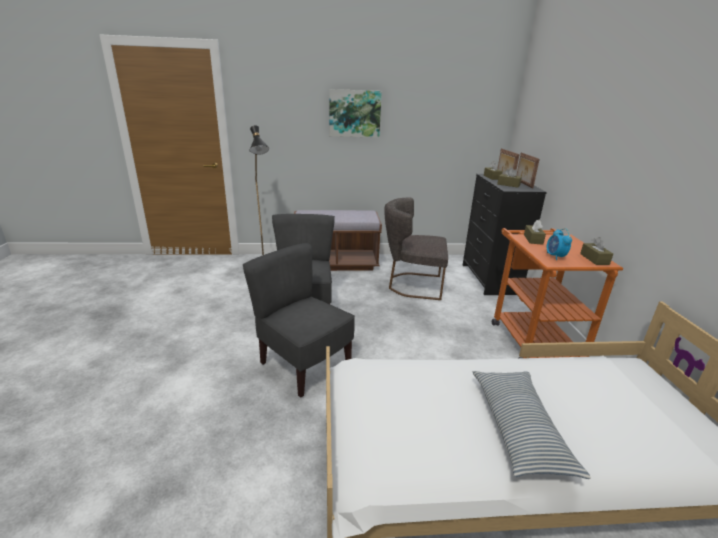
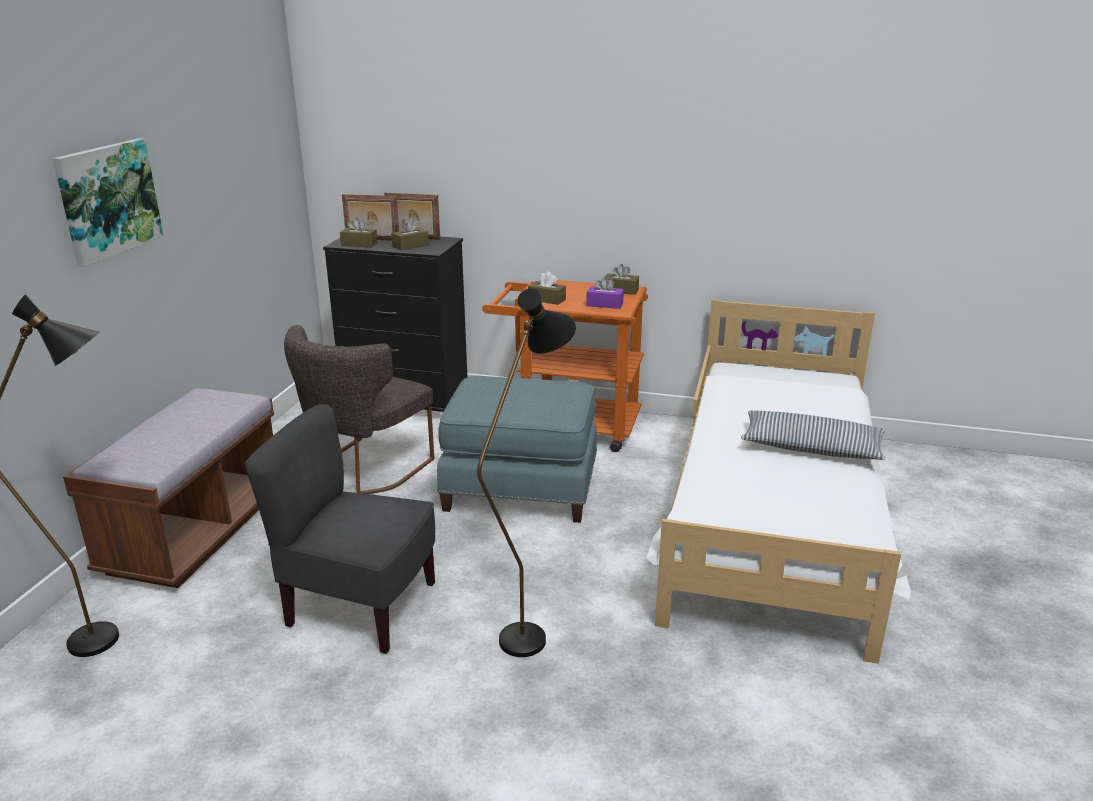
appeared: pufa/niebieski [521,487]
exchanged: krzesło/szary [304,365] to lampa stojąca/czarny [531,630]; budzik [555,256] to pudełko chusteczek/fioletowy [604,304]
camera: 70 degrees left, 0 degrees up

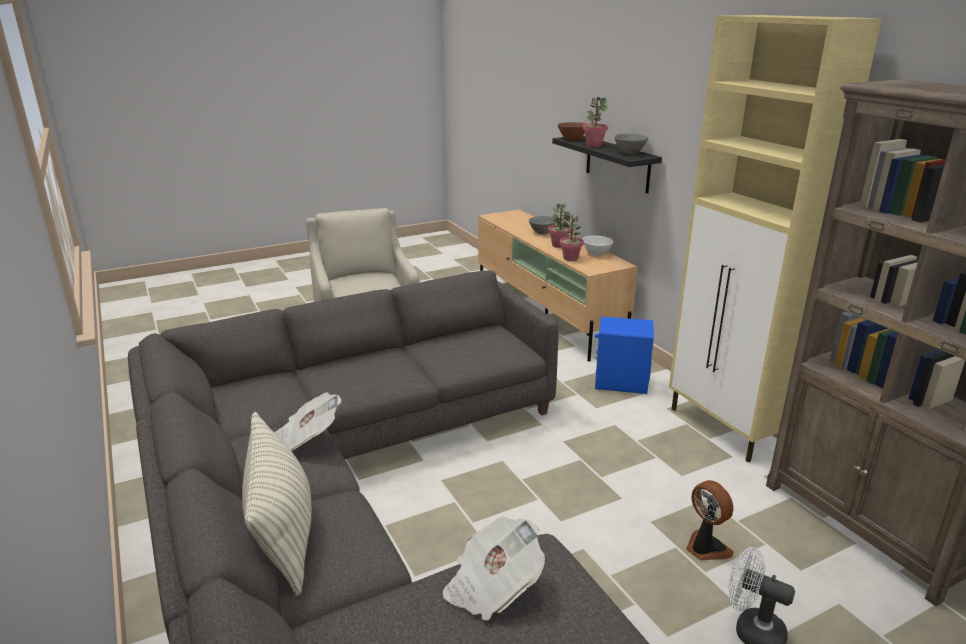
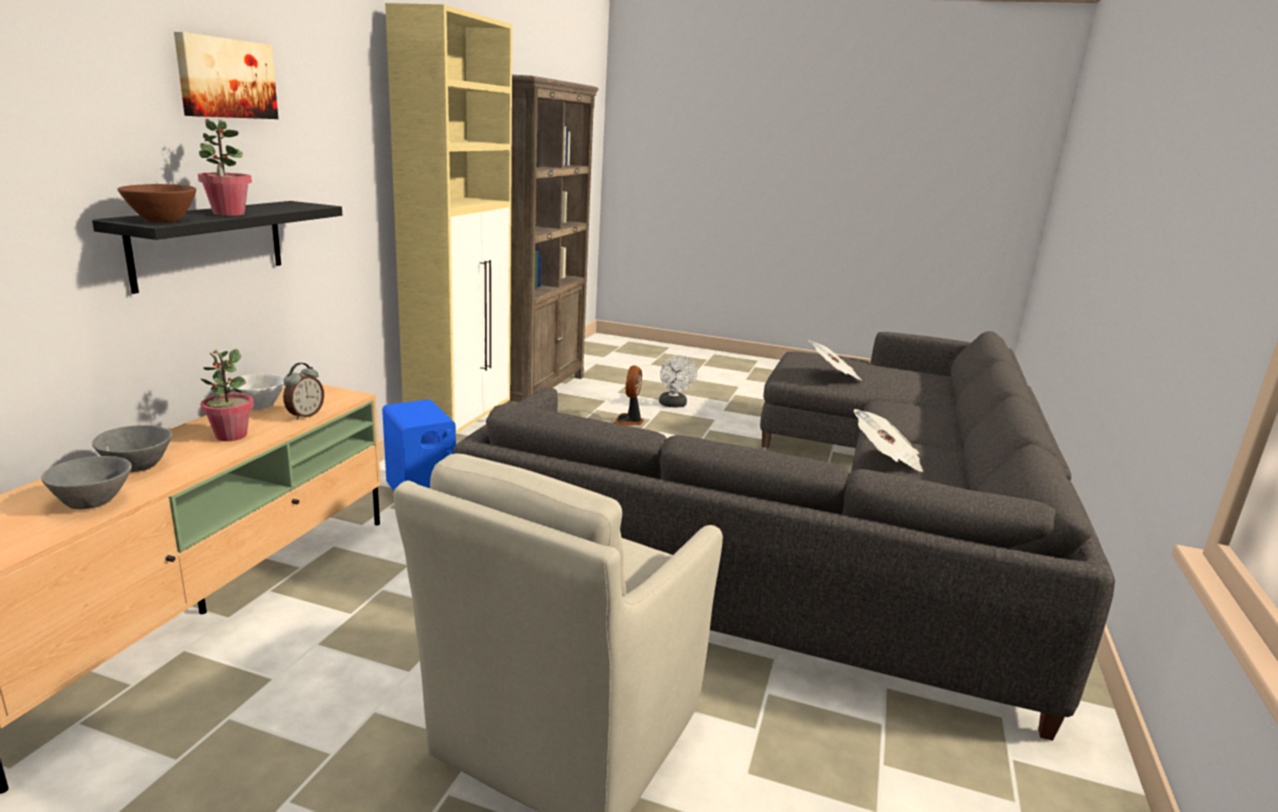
missing: poduszka [283,533]
appeared: obraz [225,78]
relocated: miska/szary [629,153] to [95,501]
exchanged: roślina doniczkowa [570,258] to budzik [304,415]
camera: 135 degrees left, 5 degrees down

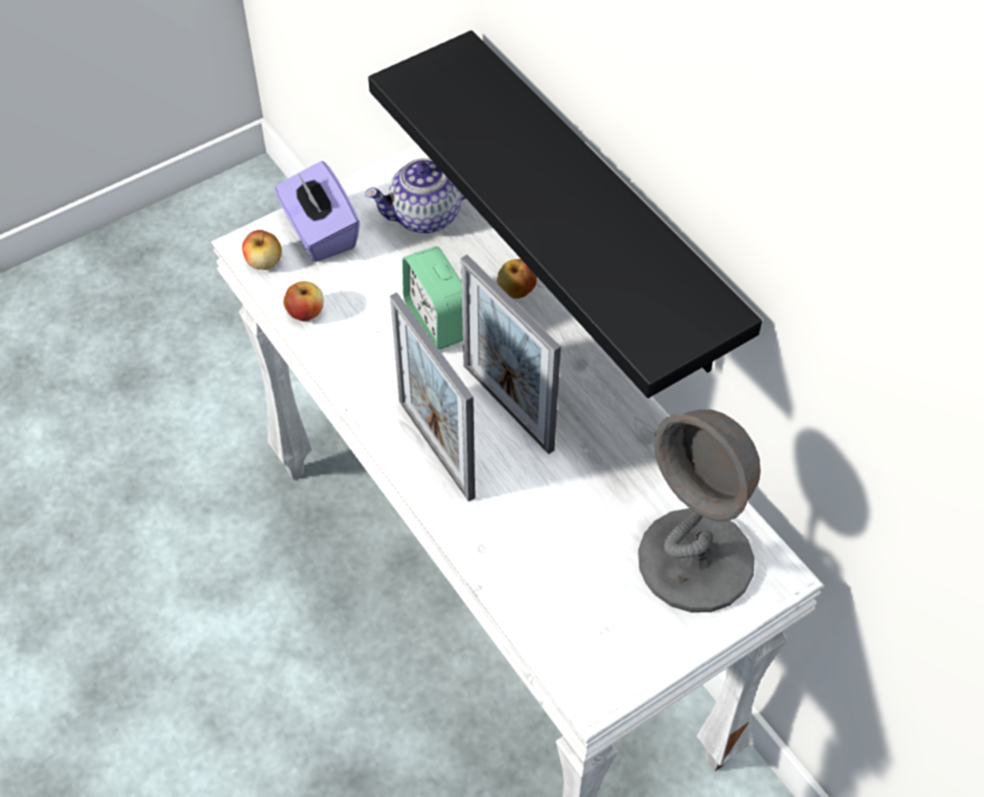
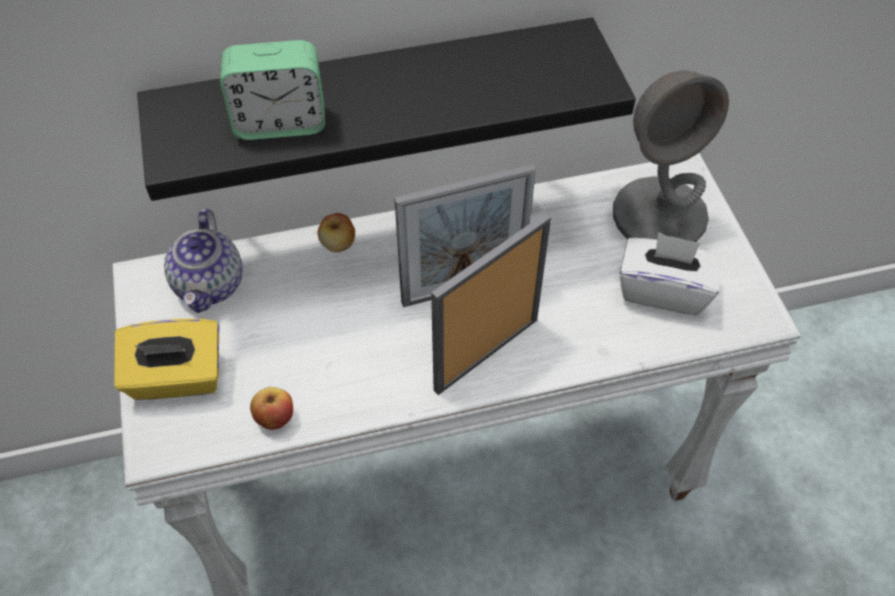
missing: jabłko [264,262]
appeared: pudełko chusteczek/biały [663,290]
relocated: budzik [437,322] to [280,123]
colour: pudełko chusteczek/fioletowy [319,232] to pudełko chusteczek/żółty [177,378]
spun: ramka na zdjęcie [436,449] = [486,354] 150 degrees clockwise
camera: 70 degrees left, 0 degrees up

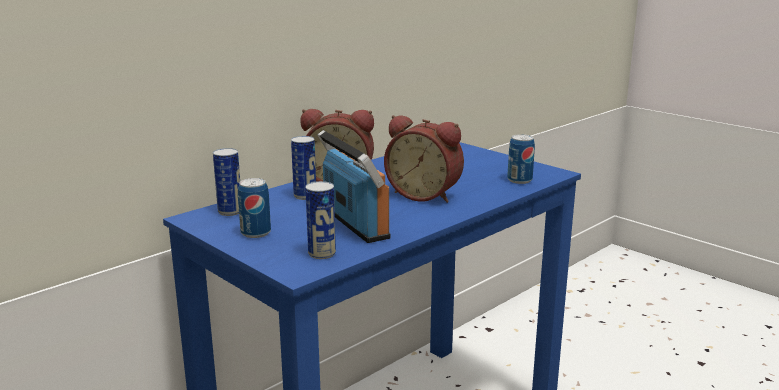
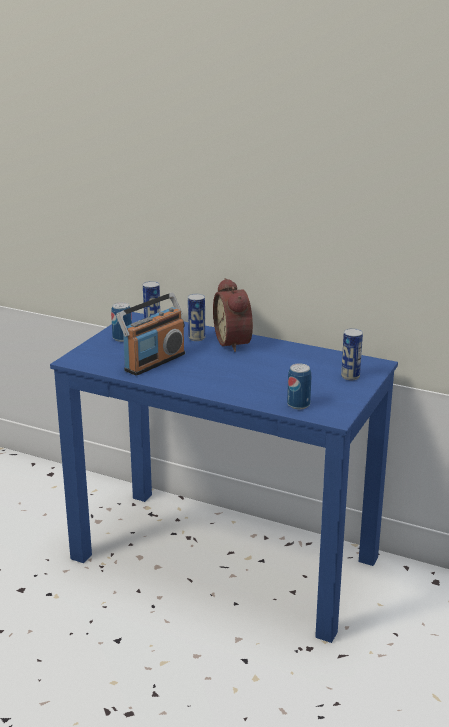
missing: budzik [425,194]
relocated: puszka [322,254] to [350,376]
camera: 70 degrees right, 5 degrees up

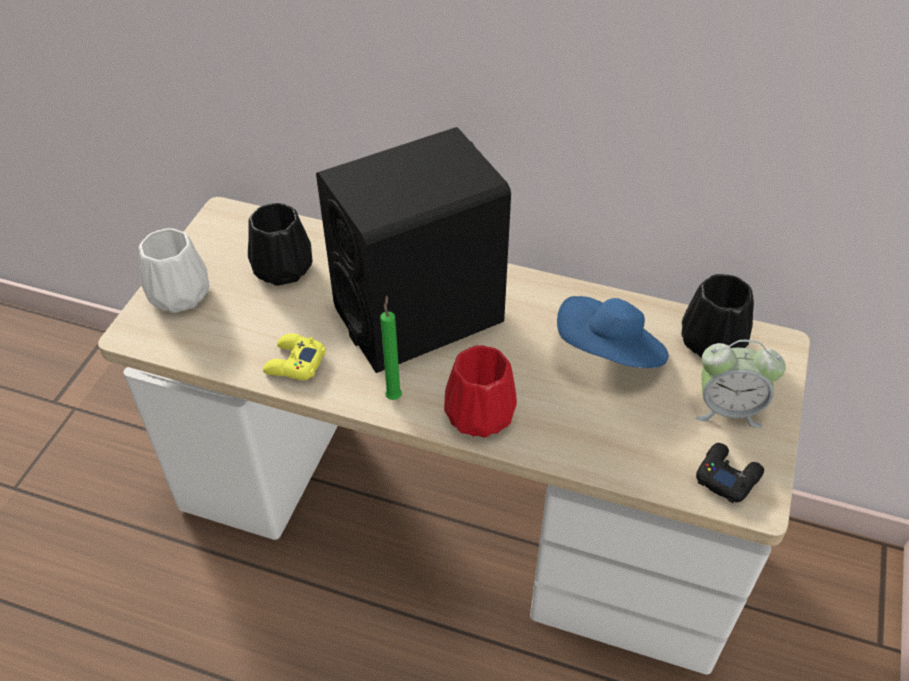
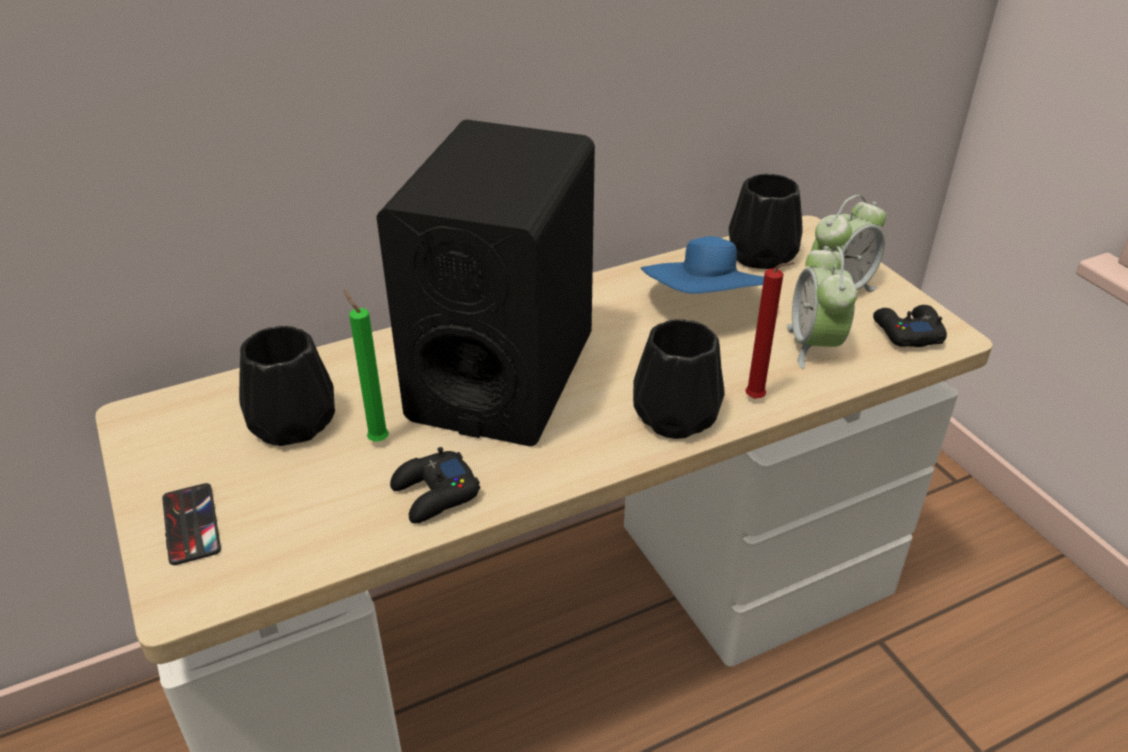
appeared: świeca/czerwony [757,400]; budzik [814,345]
relocated: świeca/zielony [394,395] to [376,439]
exchanged: wazon/biały [178,295] to telefon [191,524]
colour: pad do gier/żółty [294,363] to pad do gier/czarny [435,494]; wazon/czerwony [479,416] to wazon/czarny [677,417]
camera: 45 degrees left, 10 degrees down

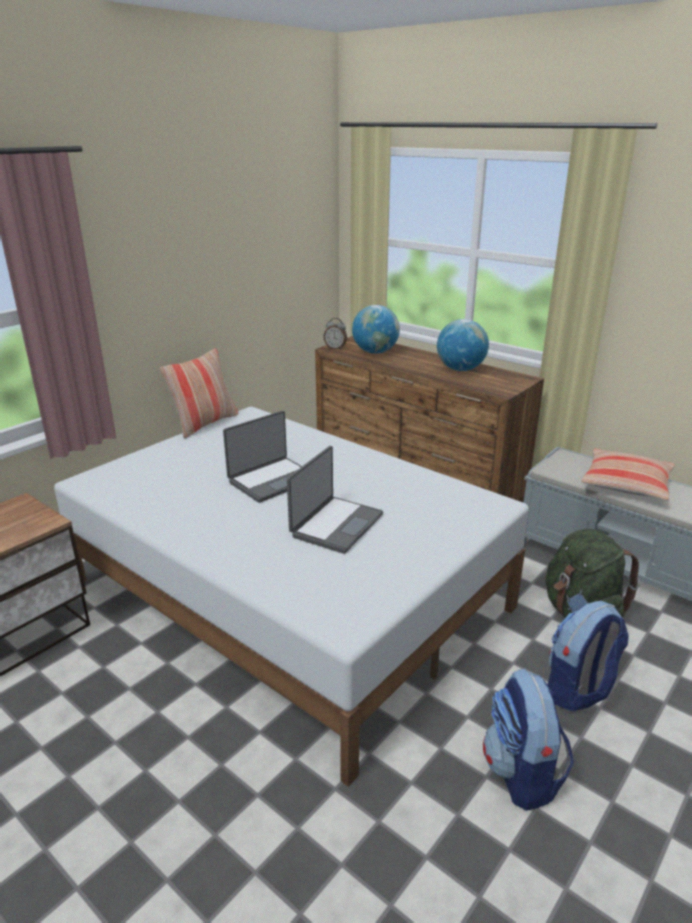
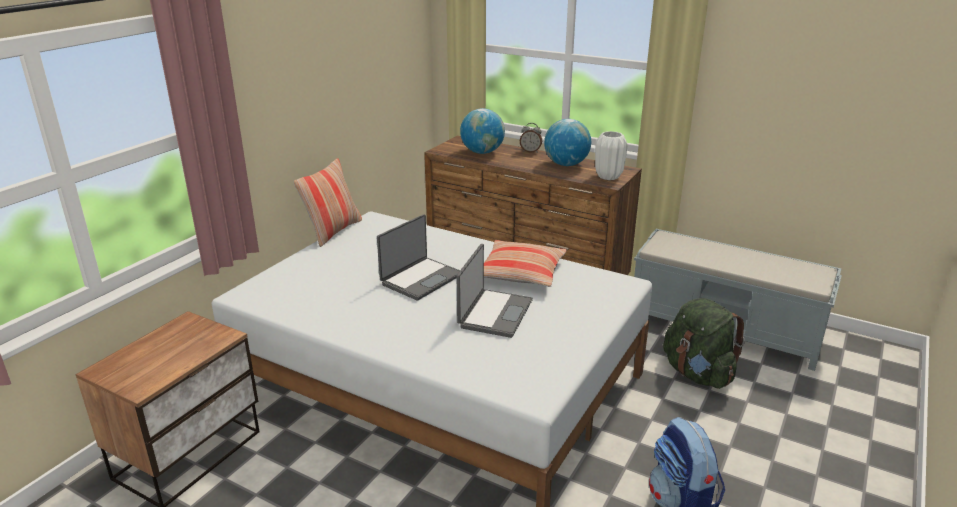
missing: plecak [578,691]
appeared: wazon/biały [608,176]
relocated: budzik [335,348] to [530,151]; poduszka [626,484] to [521,272]
camera: 10 degrees left, 0 degrees up

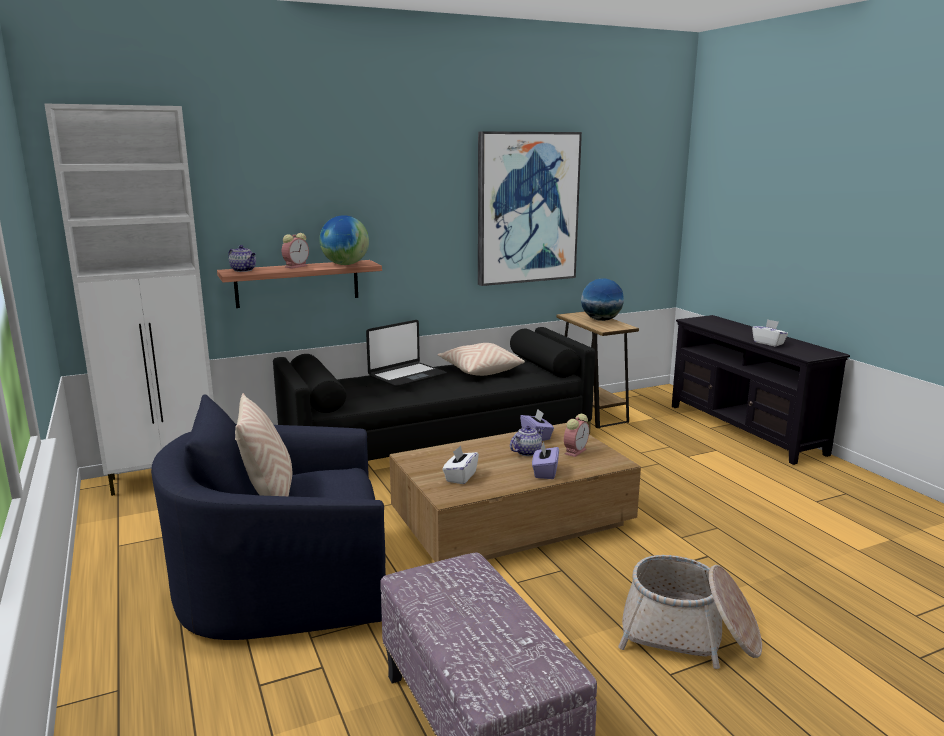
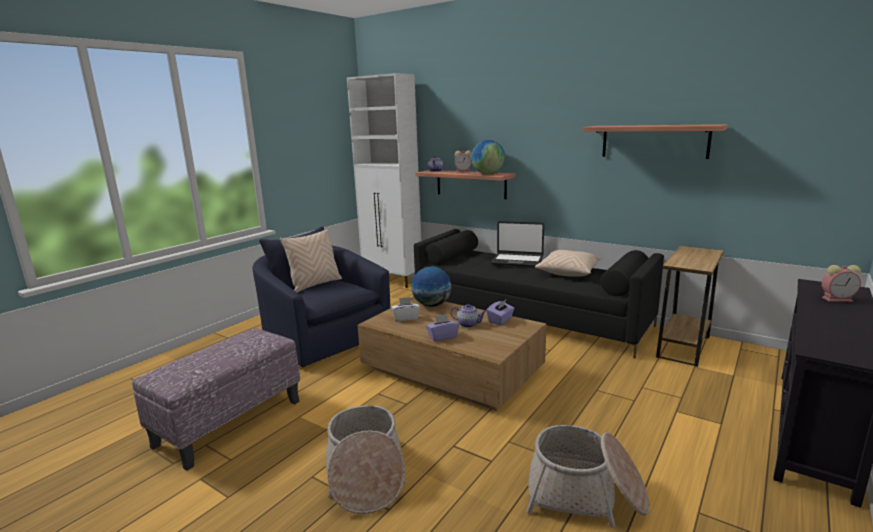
missing: pudełko chusteczek/biały [768,343]
appeared: koszyk [585,494]
relocated: budzik [575,451] to [838,299]; globus [601,320] to [432,305]
exchanged: obraz [527,208] to półka [654,141]
camera: 60 degrees right, 0 degrees up

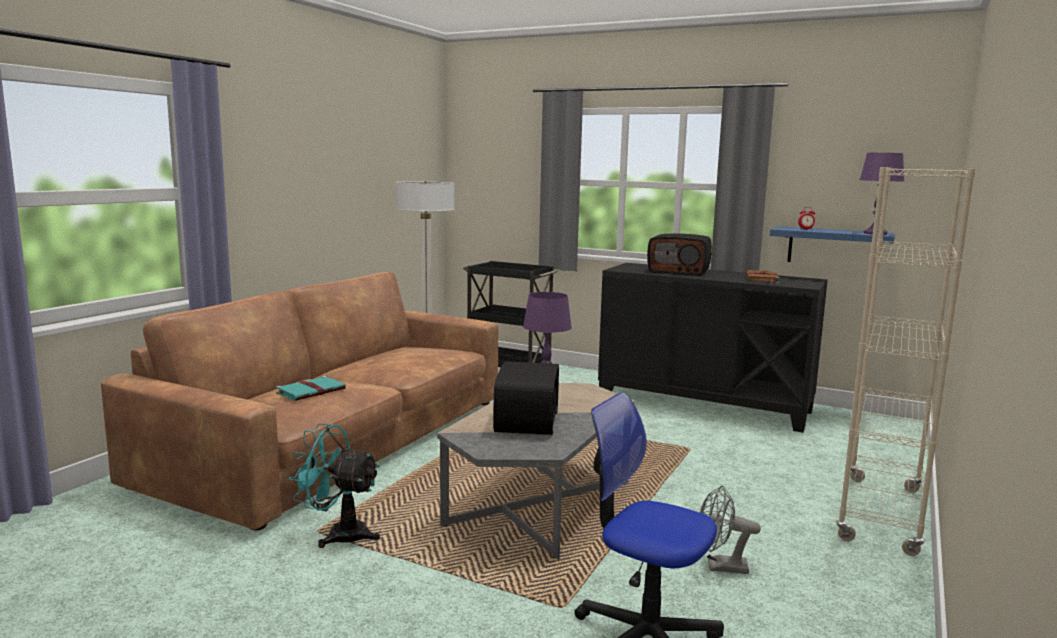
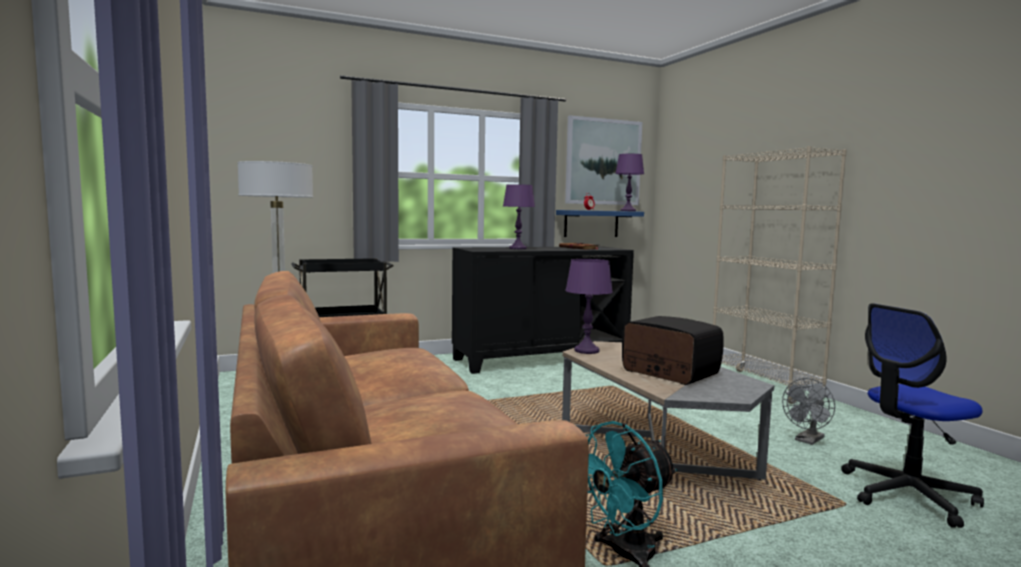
missing: książka/turkusowy [312,391]
appeared: obraz [603,162]
exchanged: radio [679,271] to lampa stołowa/fioletowy [518,248]
camera: 50 degrees left, 5 degrees down

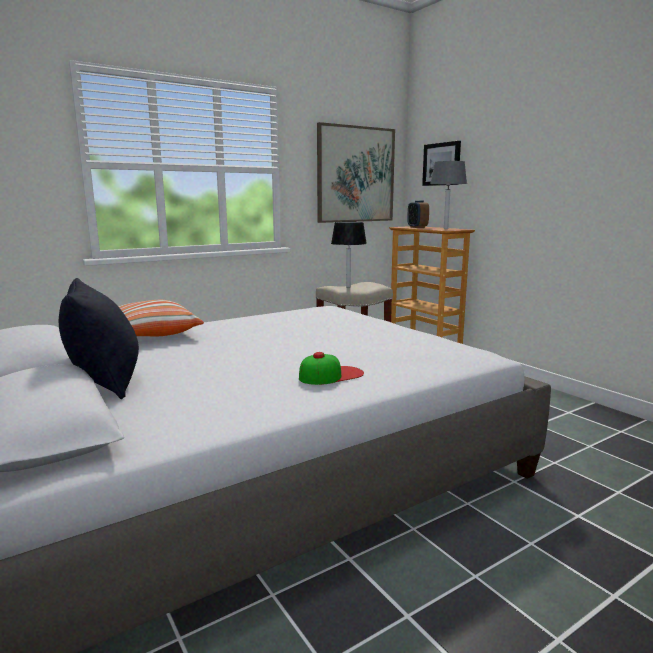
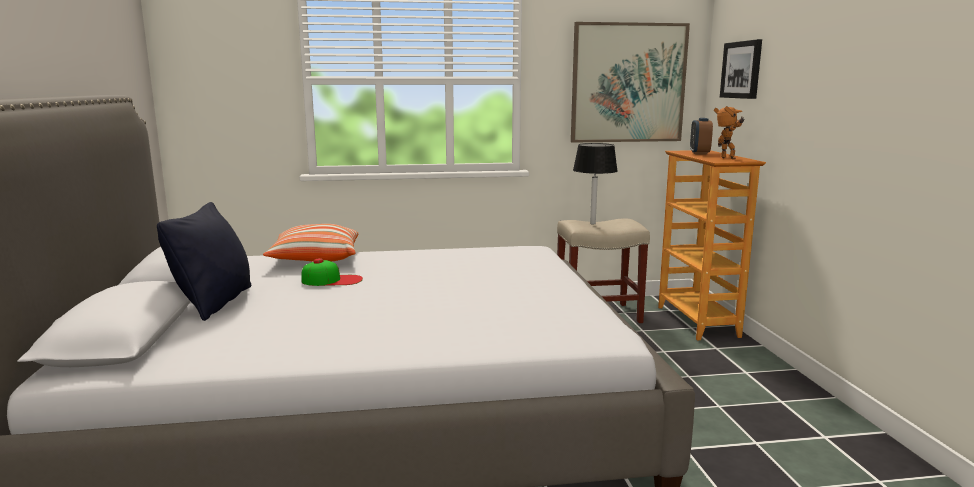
relocated: czapka z daszkiem [331,375] to [332,280]
exchanged: lampa stołowa/szary [445,229] to robot zabawkowy [726,158]
camera: 25 degrees right, 0 degrees up

